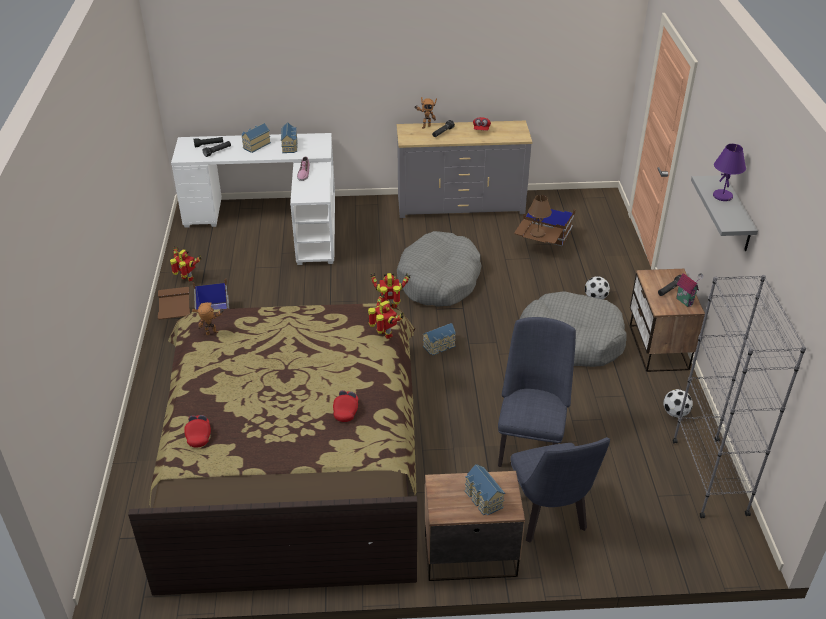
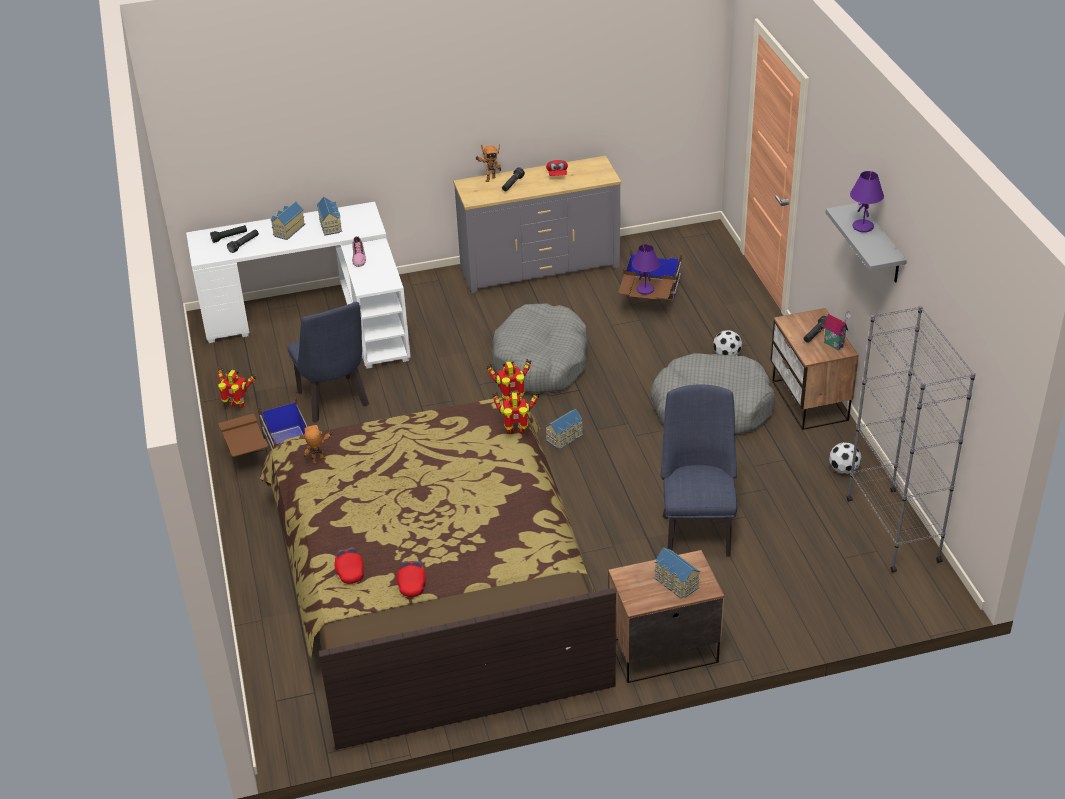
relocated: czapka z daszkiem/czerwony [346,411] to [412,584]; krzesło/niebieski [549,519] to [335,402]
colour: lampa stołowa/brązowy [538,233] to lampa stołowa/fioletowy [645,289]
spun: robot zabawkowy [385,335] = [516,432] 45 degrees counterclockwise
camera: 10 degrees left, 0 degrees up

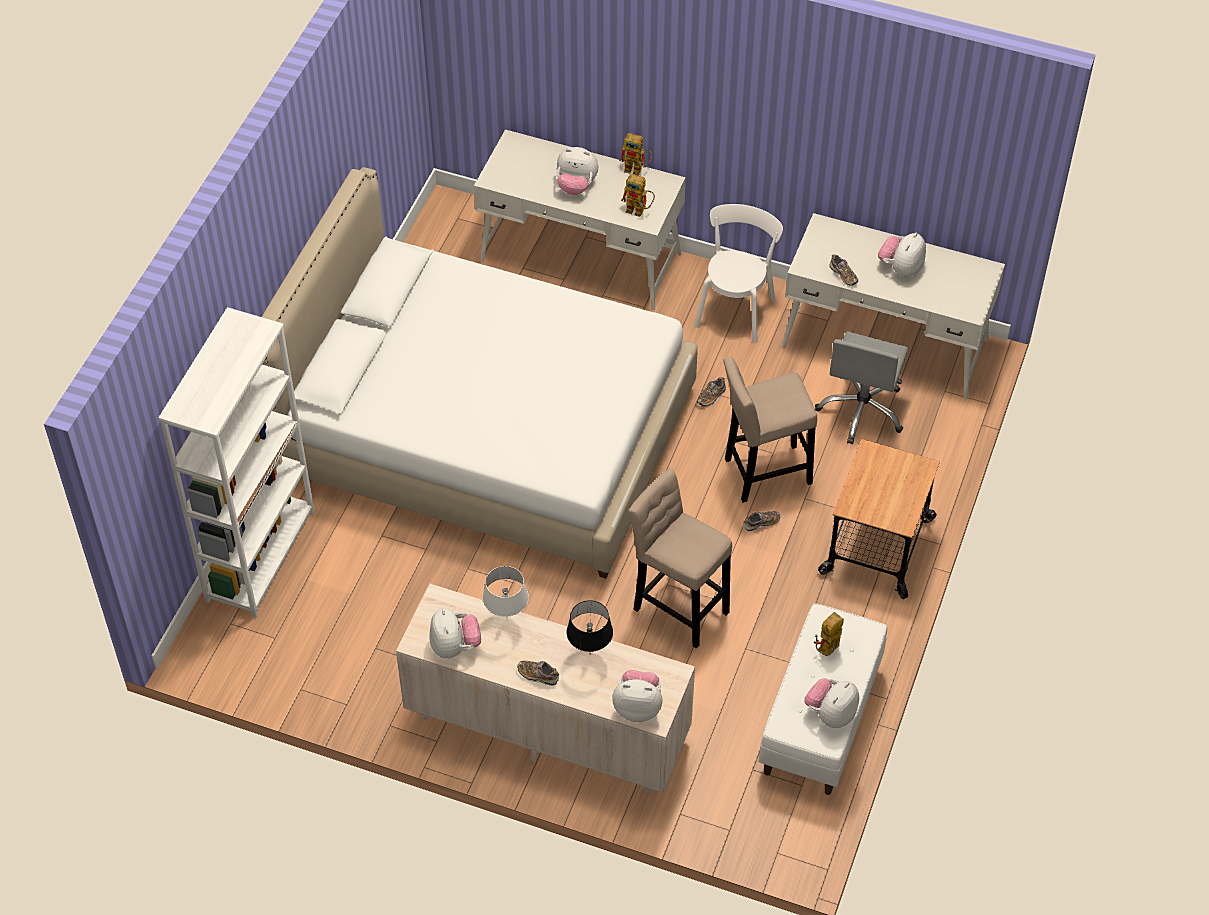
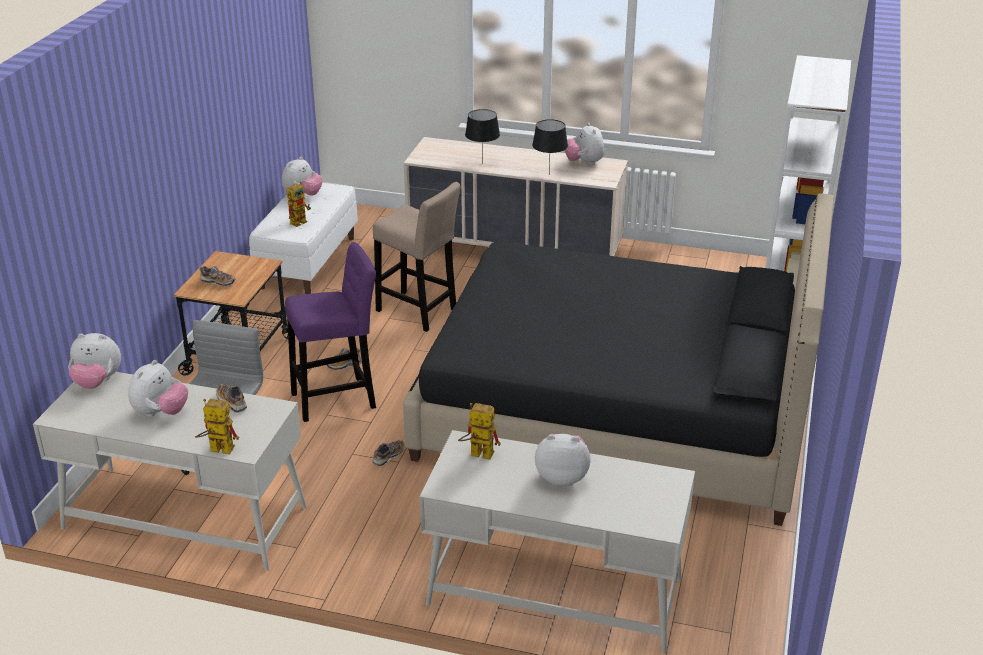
missing: krzesło/biały [736,309]
relocated: but [538,675] to [218,282]; pluszak [638,707] to [97,382]; robot zabawkowy [637,169] to [216,449]
colour: łóżko/biały [487,434] to łóżko/czarny [615,414]; lampa stołowa/biały [507,620] to lampa stołowa/czarny [549,174]; stołek/beżowy [763,473] to stołek/fioletowy [338,399]
camera: 175 degrees right, 20 degrees down

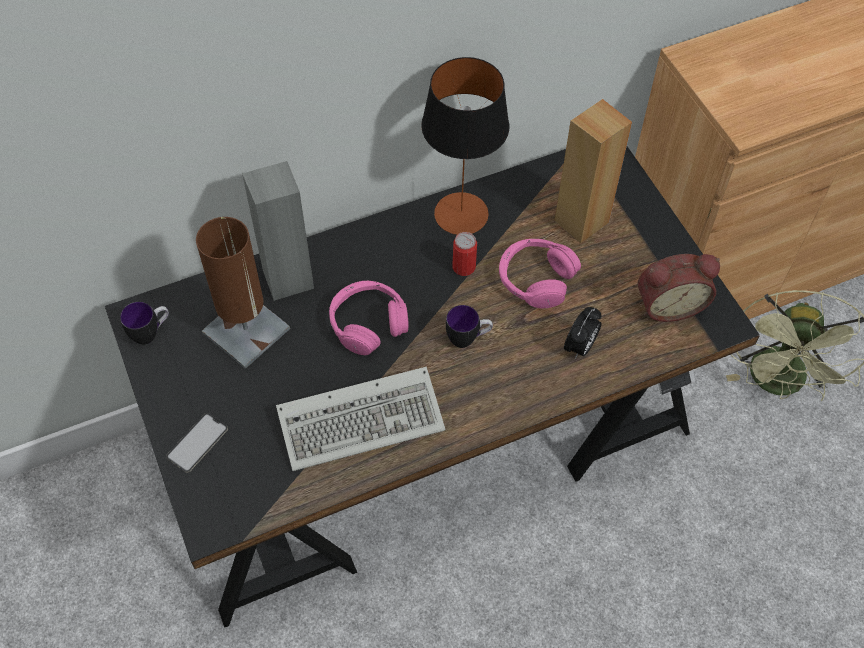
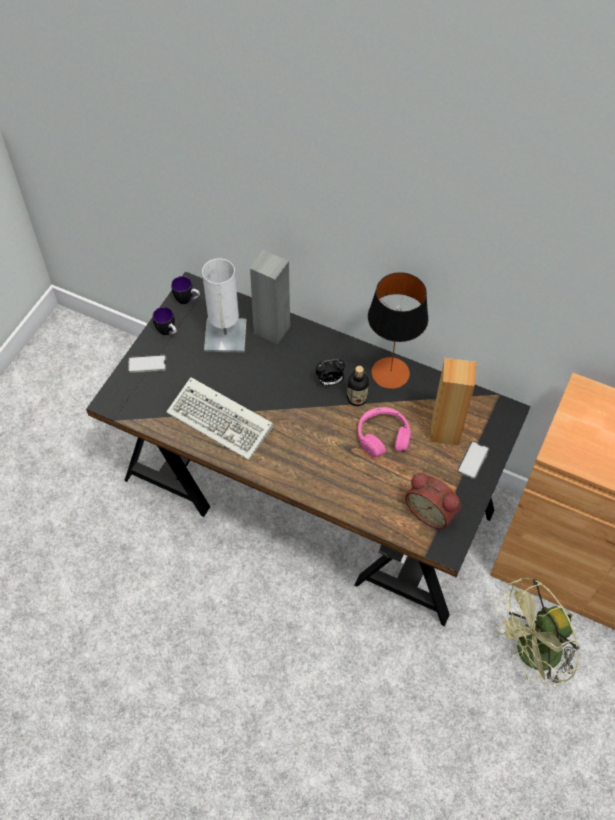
missing: słuchawki/różowy [368,323]
appeared: telefon [473,460]
relocated: kubek [468,339] to [168,332]; budzik [580,347] to [329,382]
exchanged: puszka [463,267] to butelka [357,398]
colour: lampa stołowa/brązowy [246,331] to lampa stołowa/biały [225,336]
camera: 50 degrees right, 0 degrees up

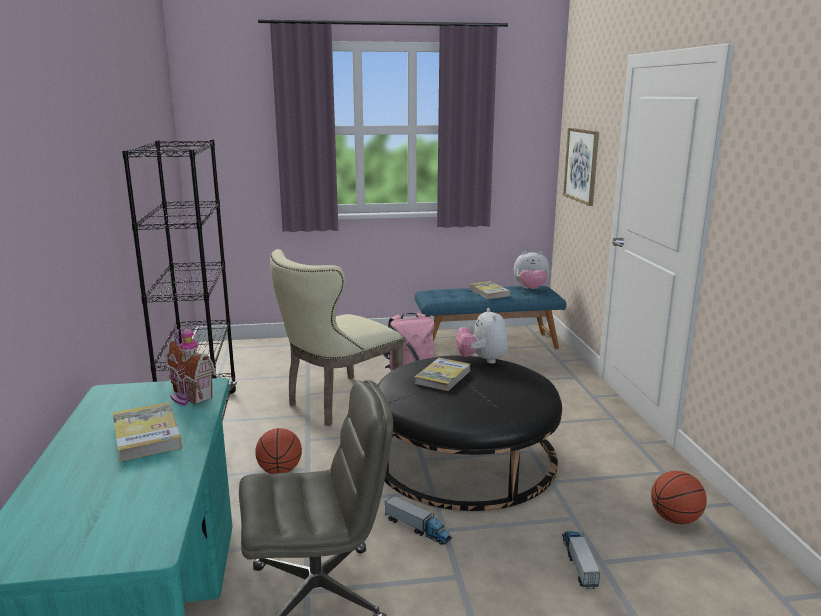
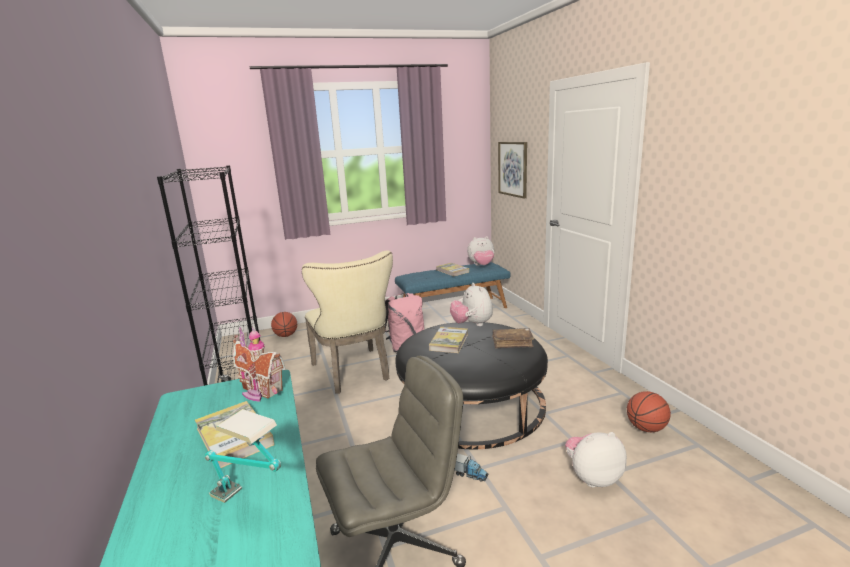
appeared: lampa stołowa [251,504]; książka/brązowy [512,342]
relocated: piłka do koszykówki [280,471] to [286,335]
exchanged: ciężarówka zabawkowa [578,562] to pluszak [592,477]
spun: krzesło/beżowy [337,403] = [354,373] 60 degrees counterclockwise
camera: 10 degrees left, 0 degrees up

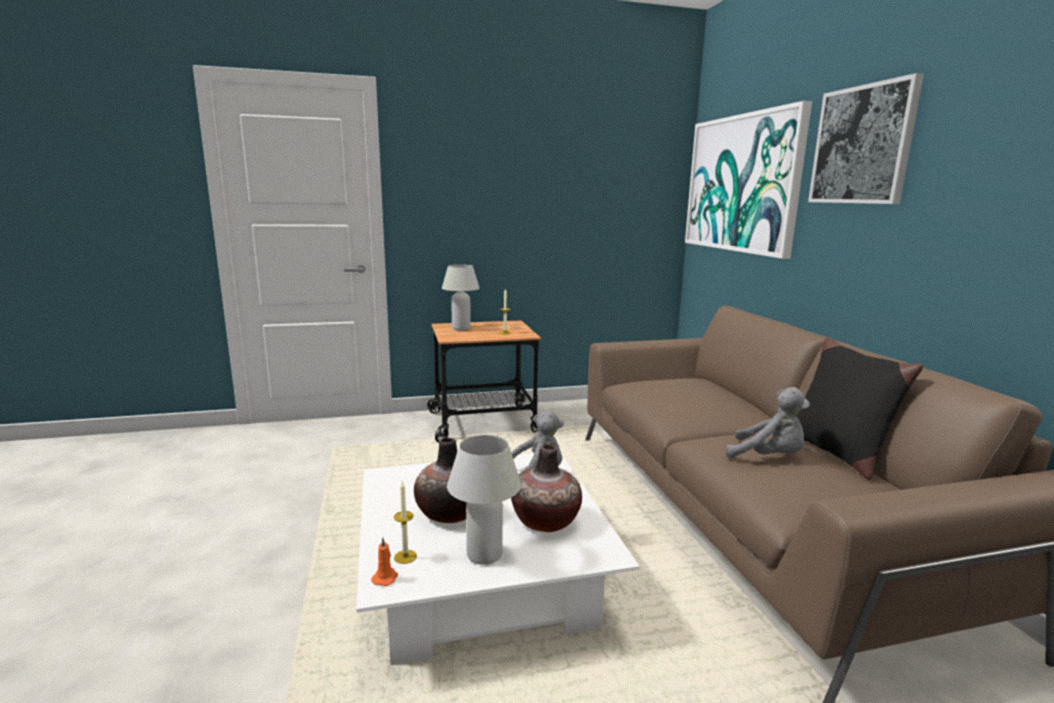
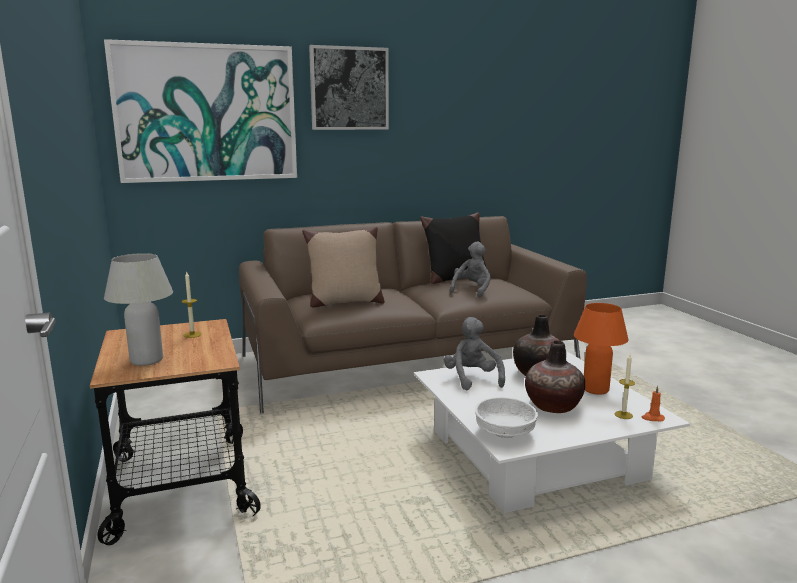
appeared: poduszka/beżowy [344,302]; miska/biały [504,432]
colour: lampa stołowa/biały [484,555] to lampa stołowa/pomarańczowy [595,389]
camera: 95 degrees left, 0 degrees up

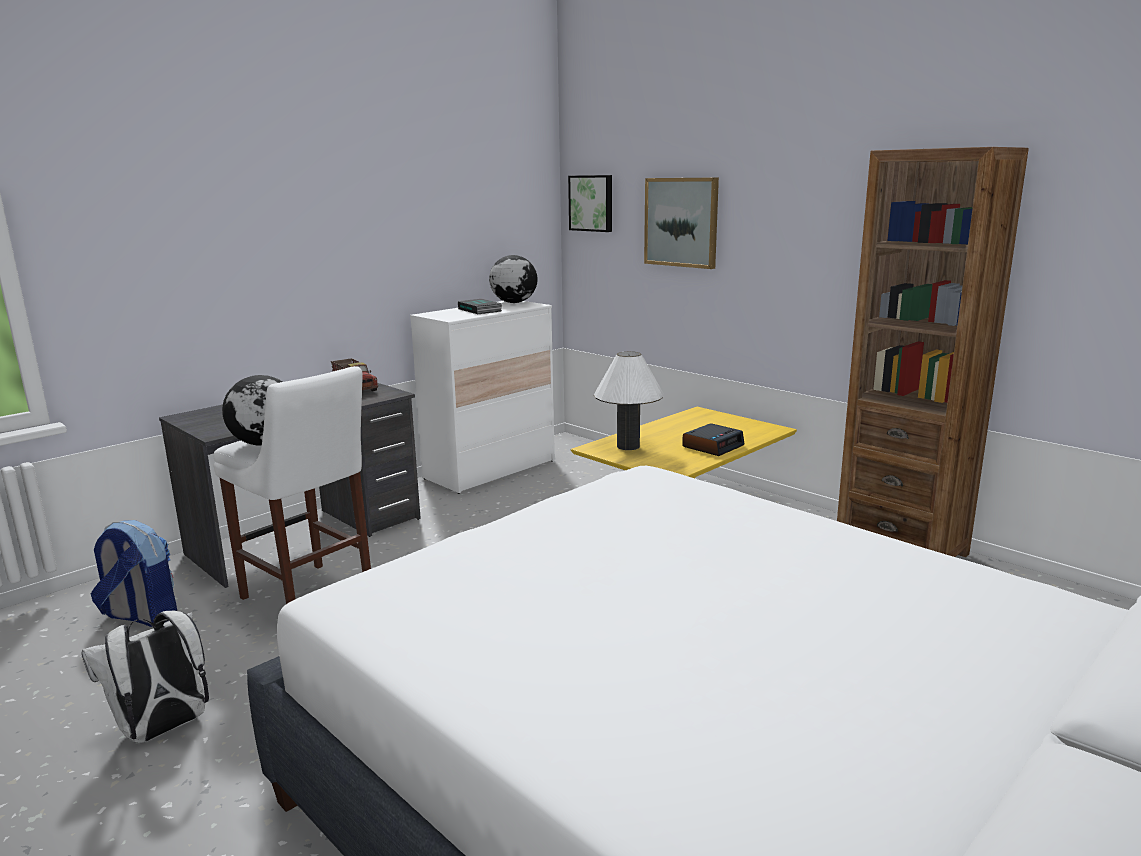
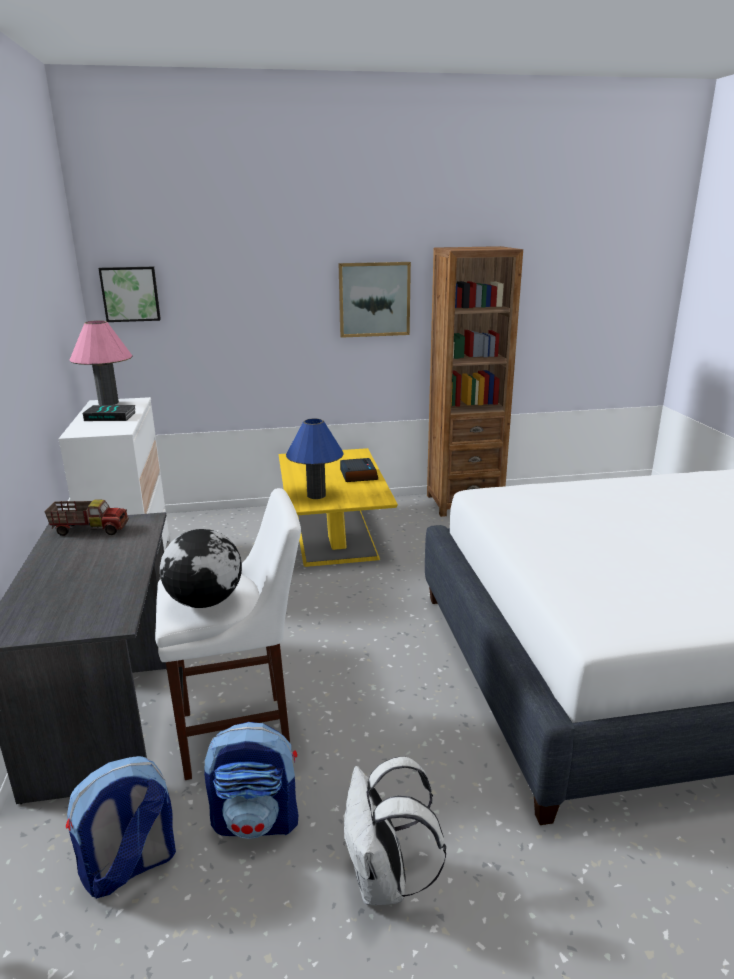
appeared: plecak [257,820]
relocated: obraz [681,222] to [374,299]
exchanged: globus [513,302] to lampa stołowa/różowy [108,403]
colour: lampa stołowa/biały [628,446] to lampa stołowa/niebieski [316,495]
camera: 55 degrees left, 5 degrees up

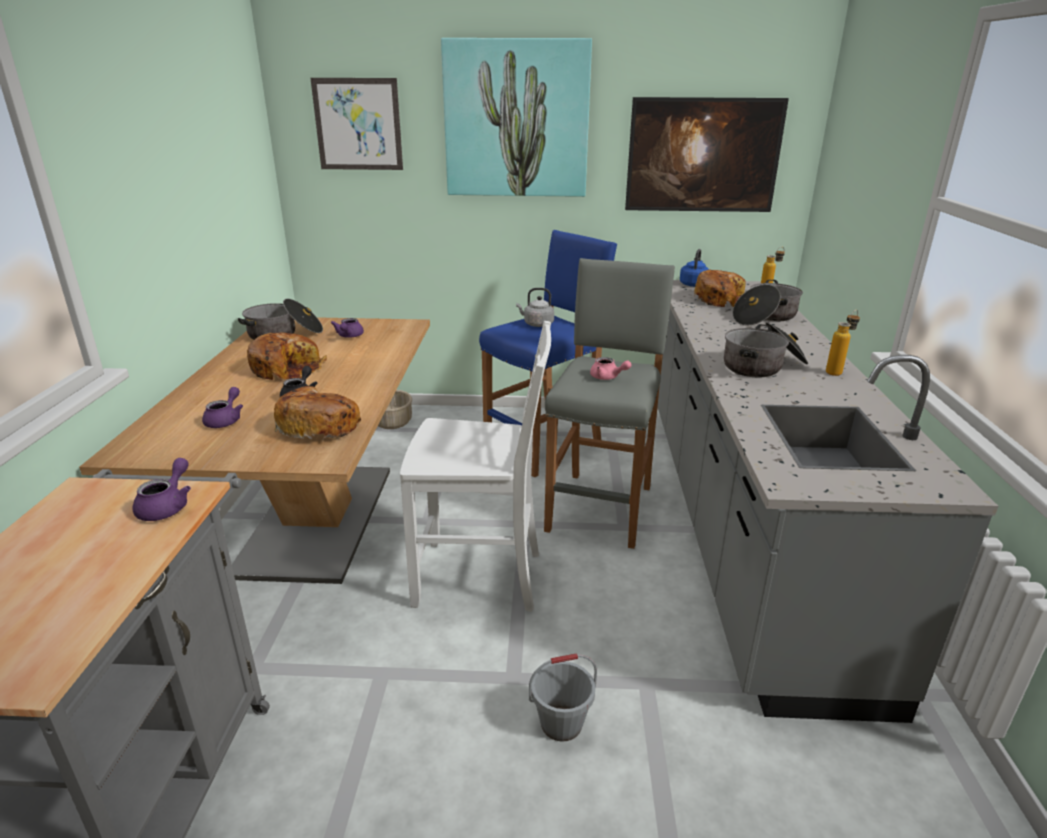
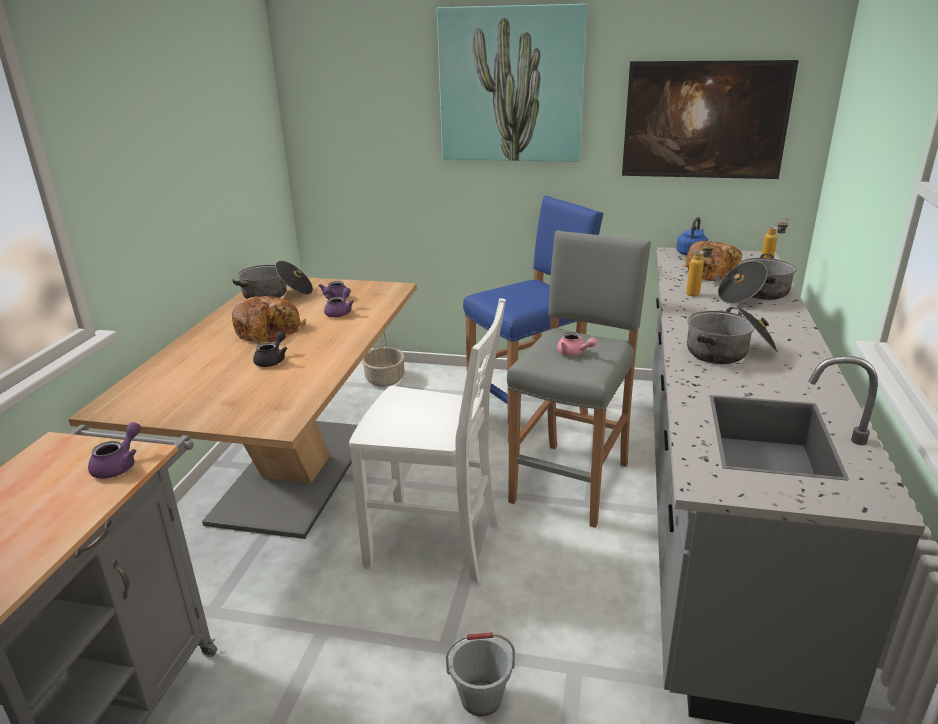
missing: chleb [319,426]; obraz [358,124]; czajnik/szary [537,324]
relocated: imbryk/fioletowy [226,420] to [340,312]; butelka [837,371] to [697,293]
camera: 10 degrees right, 0 degrees up

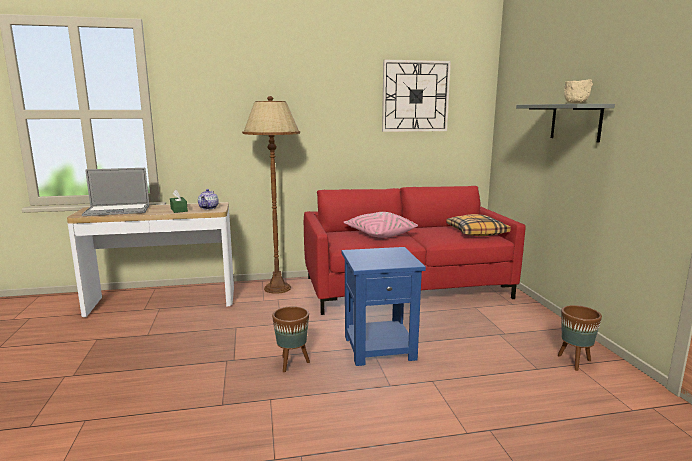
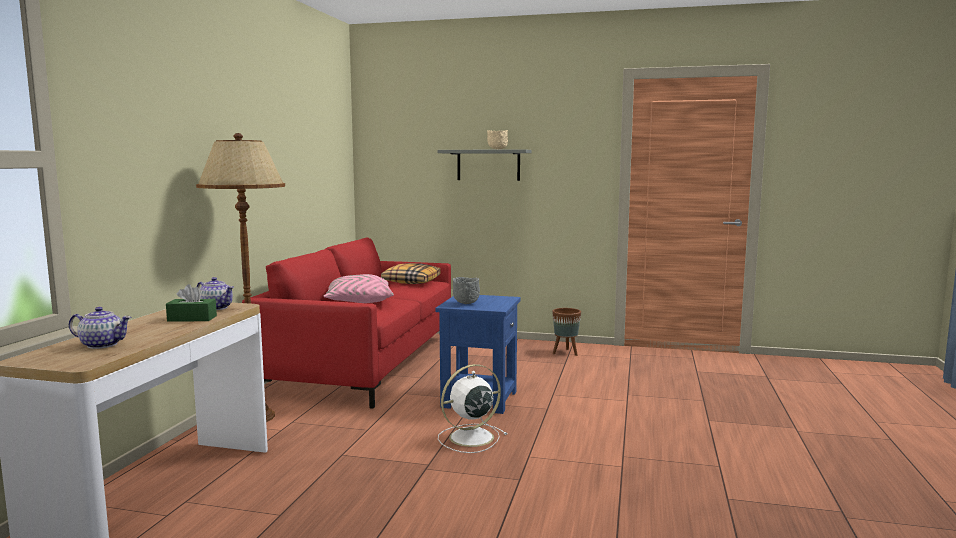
missing: zegar ścienny [415,96]
appeared: miska/szary [466,303]
exchanged: laptop [117,210] to imbryk [102,345]; donica/brązowy [291,363] to wentylator/biały [469,438]
camera: 65 degrees left, 5 degrees down

